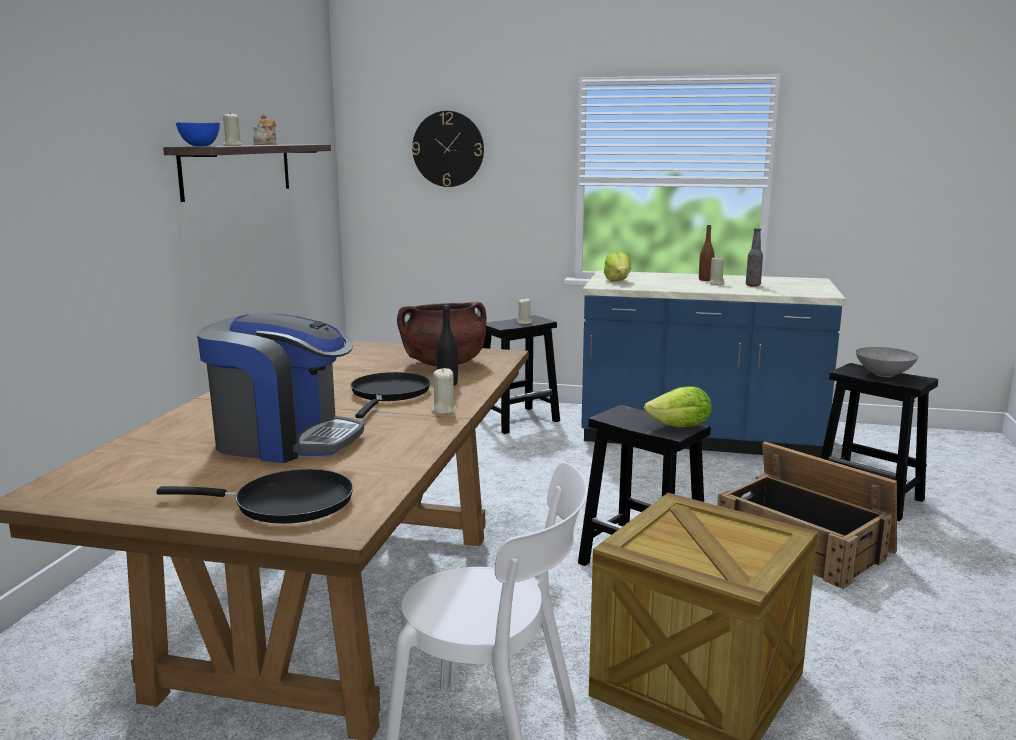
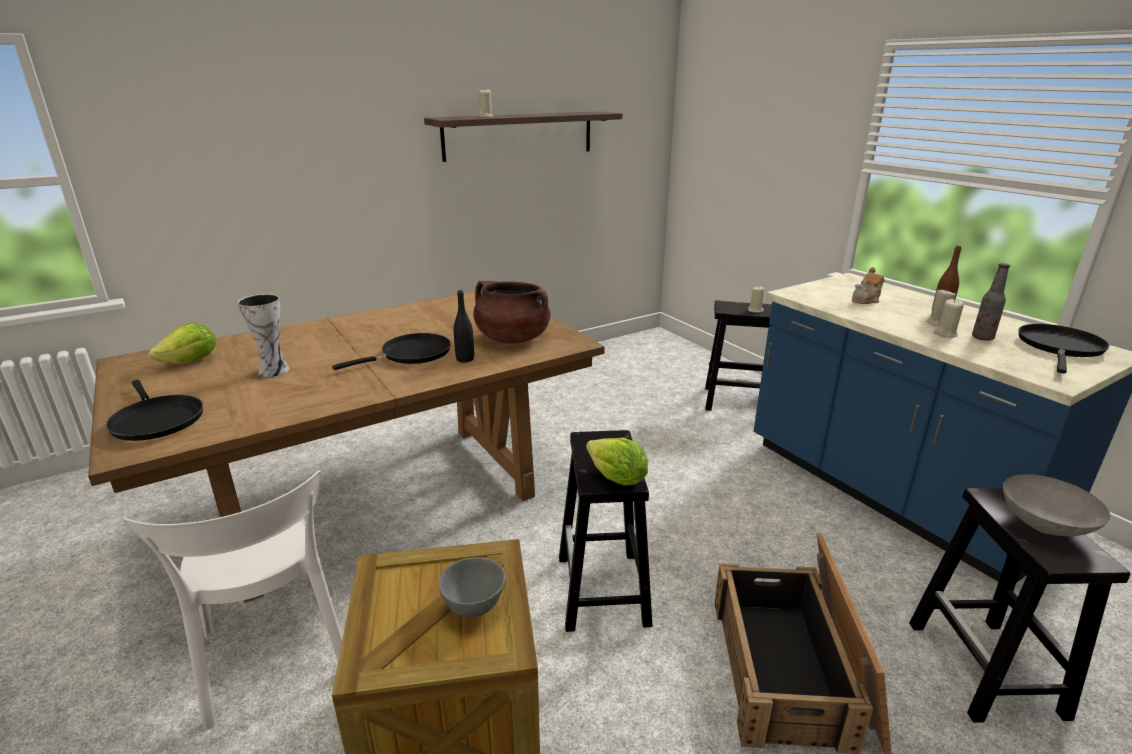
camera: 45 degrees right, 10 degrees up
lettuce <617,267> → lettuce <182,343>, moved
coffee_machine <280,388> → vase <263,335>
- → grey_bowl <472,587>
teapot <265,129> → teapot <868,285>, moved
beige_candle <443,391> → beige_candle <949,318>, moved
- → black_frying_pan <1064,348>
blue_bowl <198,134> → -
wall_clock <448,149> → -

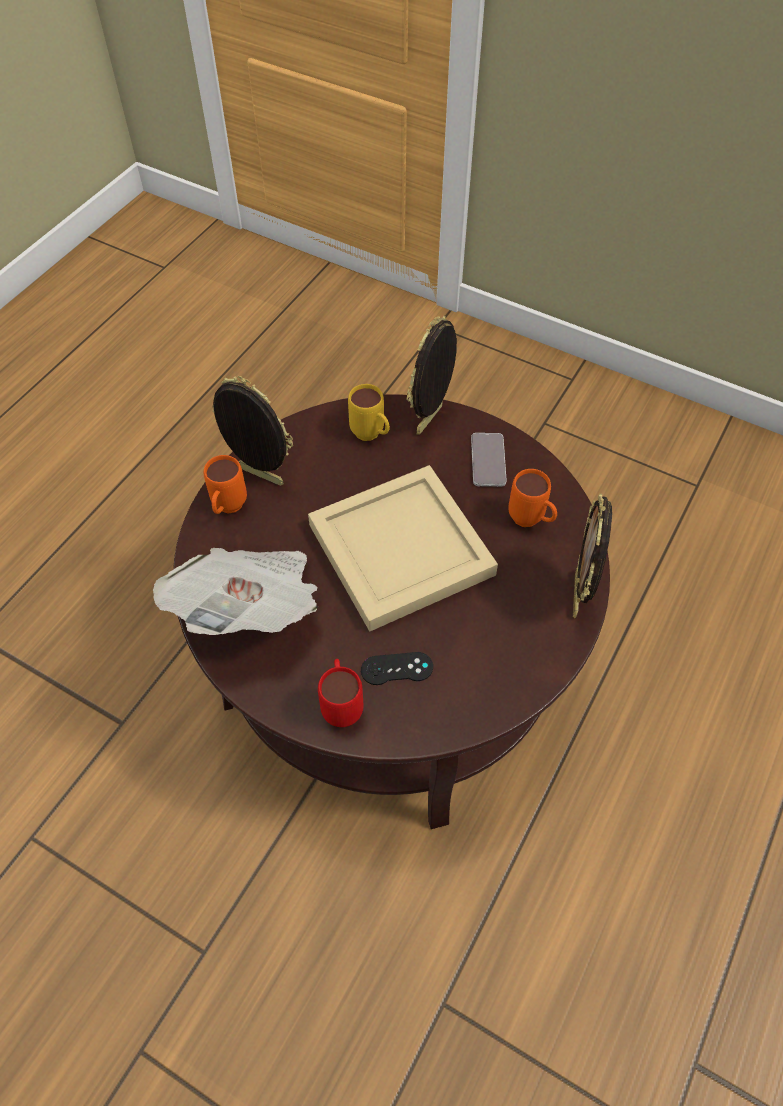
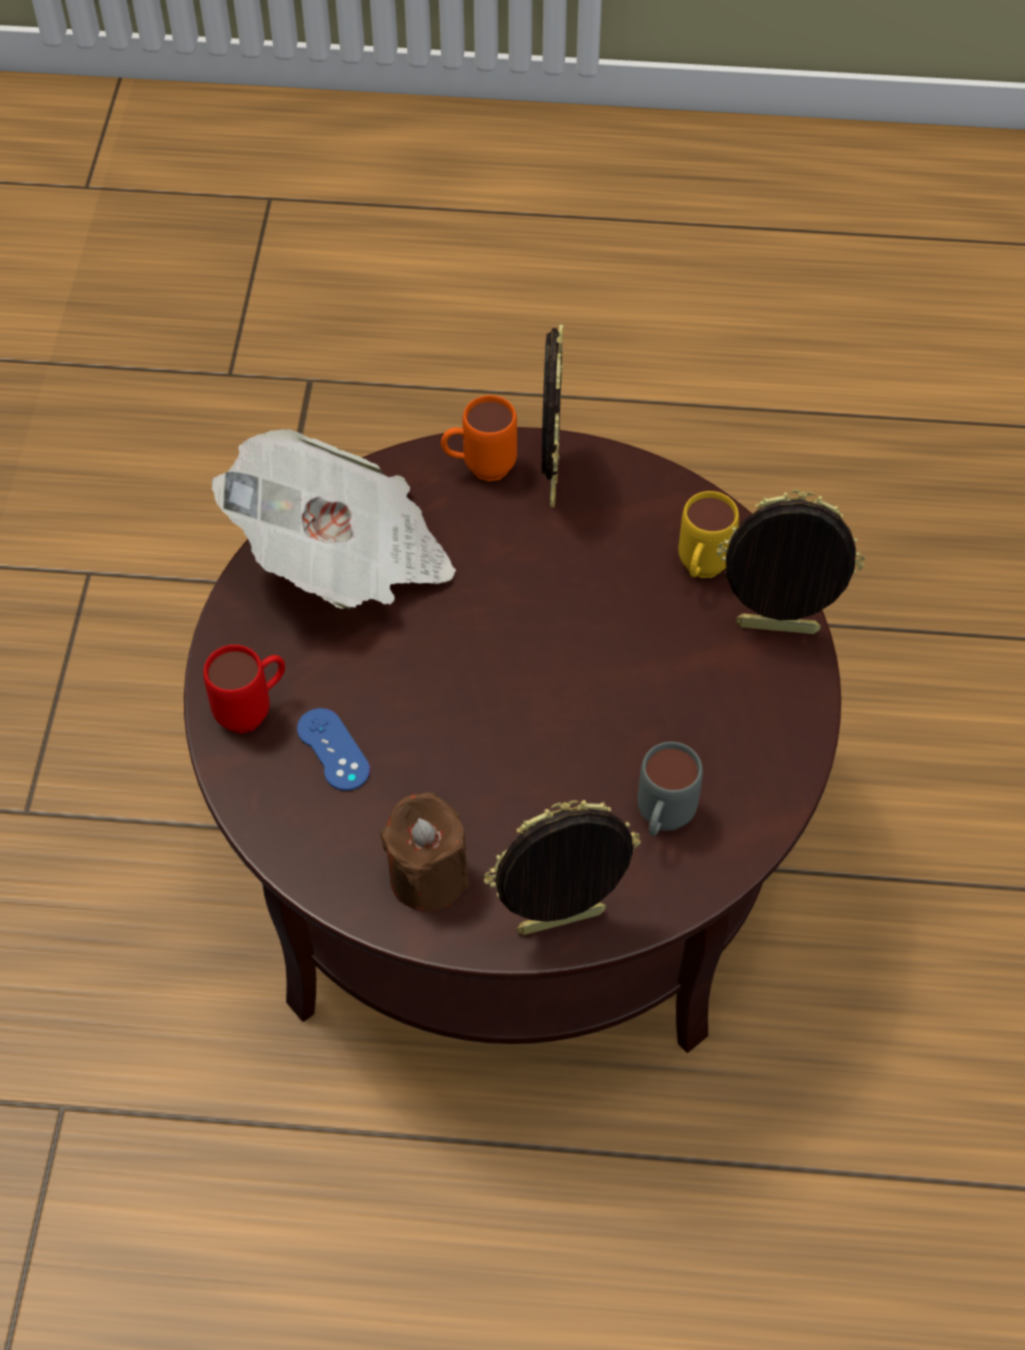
camera: 65 degrees right, 0 degrees up
black_game_controller <397,668> → blue_game_controller <333,749>
- → brown_candle <424,851>
orange_mug <532,498> → grey_mug <670,789>
beige_tray <403,548> → -
phone <489,460> → -

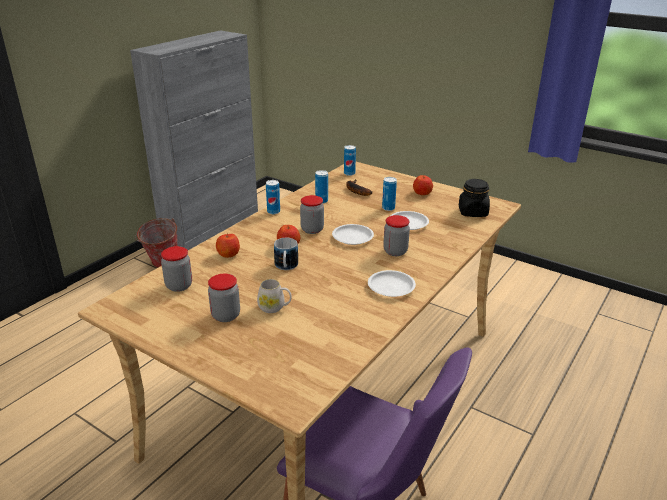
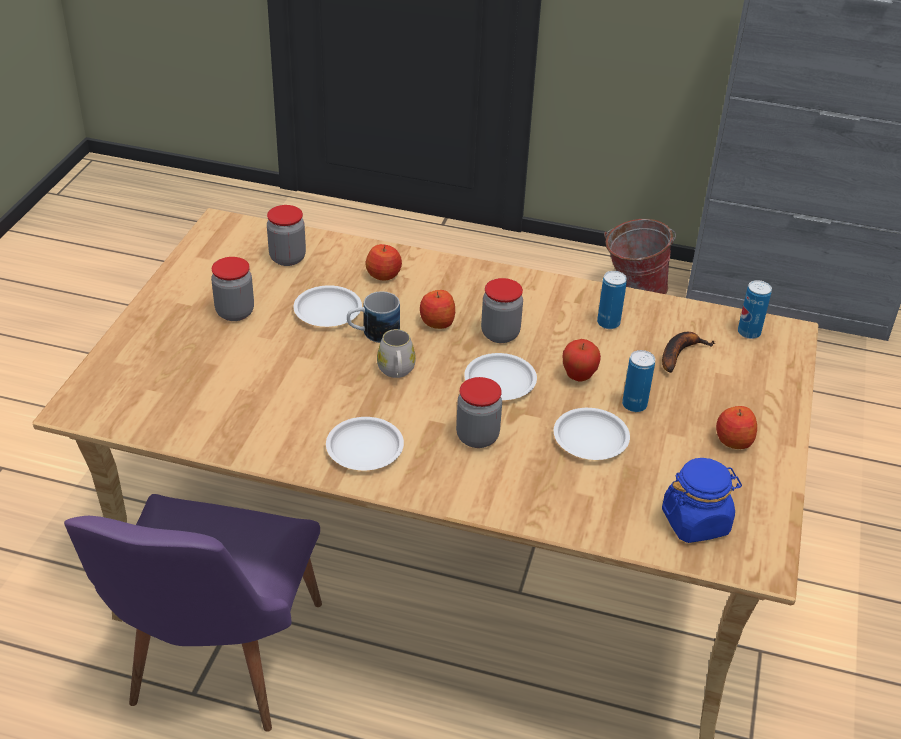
camera: 70 degrees right, 10 degrees up
- → white_plate <328,306>
white_mug <274,296> → white_mug <396,353>, moved
- → apple <582,360>
black_jar <474,198> → blue_jar <702,500>
can <273,197> → -

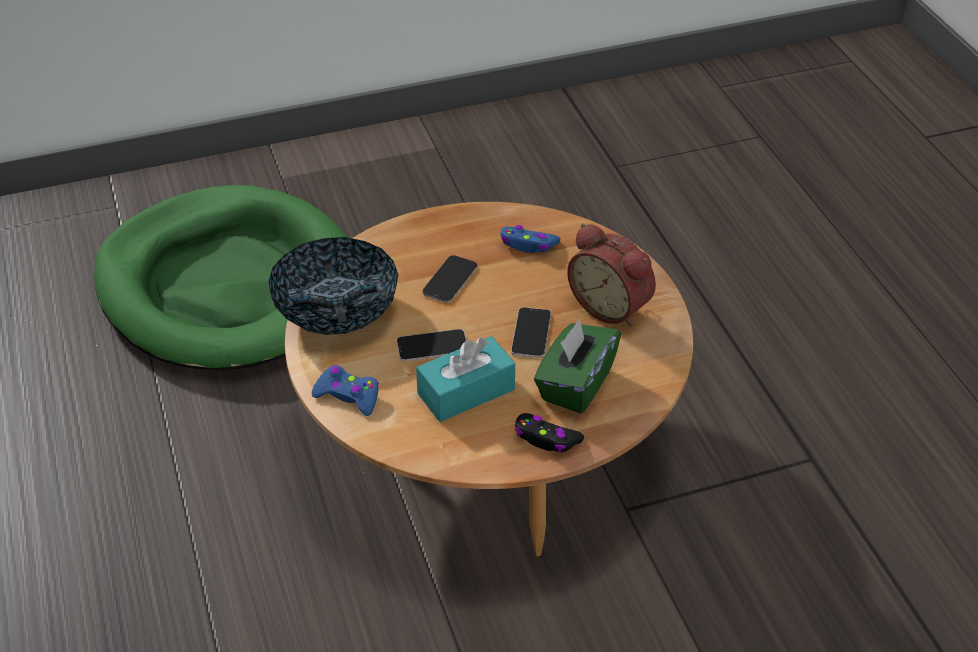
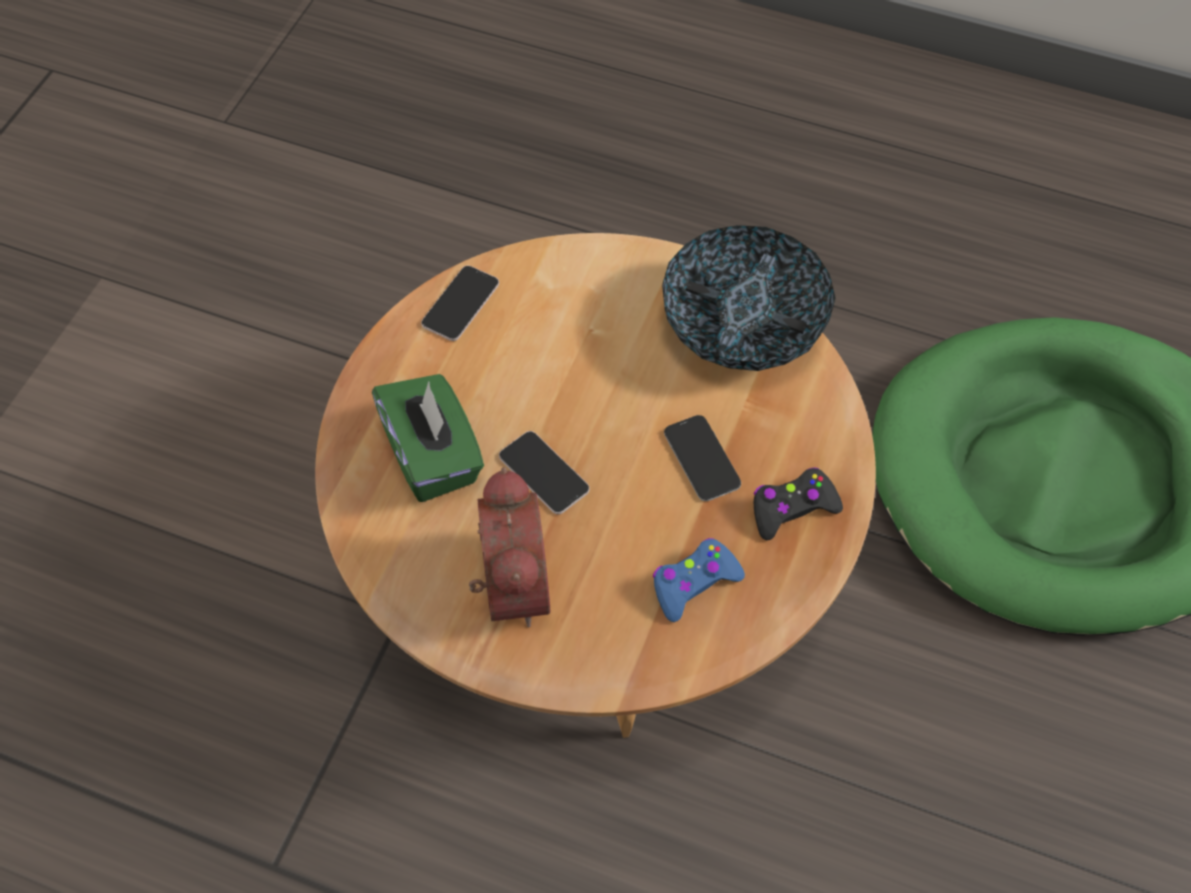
camera: 130 degrees right, 15 degrees up
phone <431,345> → phone <460,303>, moved
alarm_clock <611,275> → alarm_clock <509,547>, 90 degrees clockwise
black_game_controller <549,432> → black_game_controller <798,503>, moved
blue_game_controller <345,390> → -
turquoise_tissue_box <465,379> → -

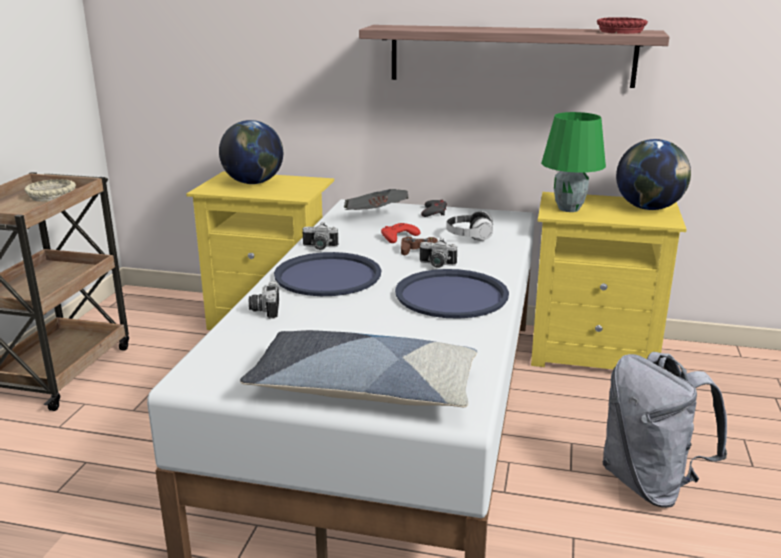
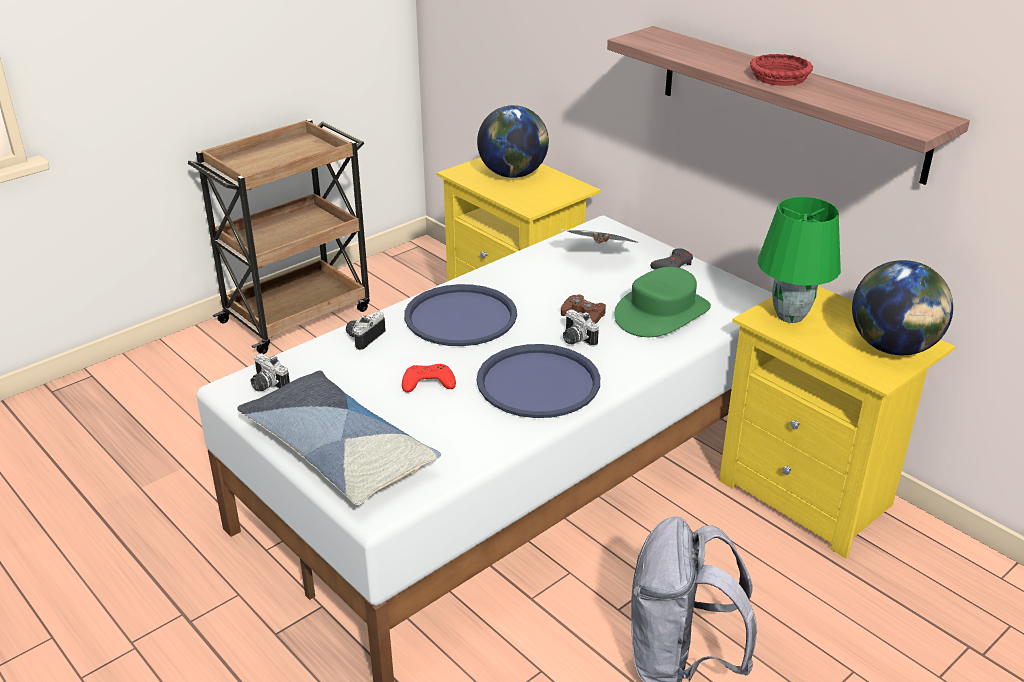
camera: 35 degrees right, 10 degrees up
photo_camera <320,236> → photo_camera <270,372>, moved
red_game_controller <400,233> → red_game_controller <429,378>, moved
headphones <470,226> → green_hat <662,302>
red_bowl <622,25> → red_bowl <781,70>, moved
beige_bowl <50,190> → -

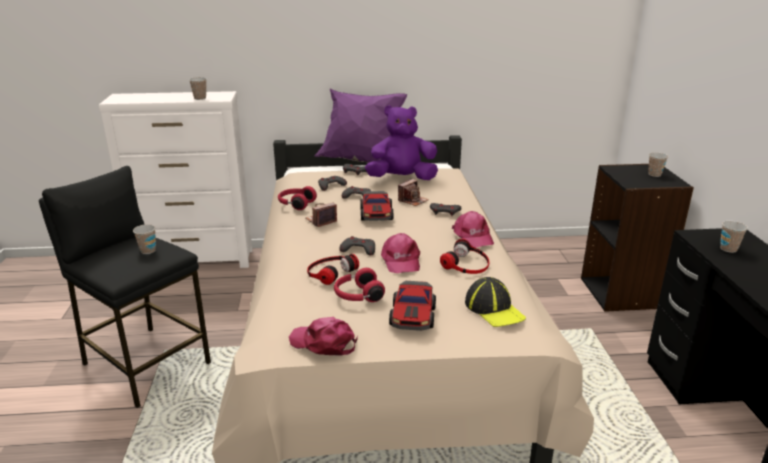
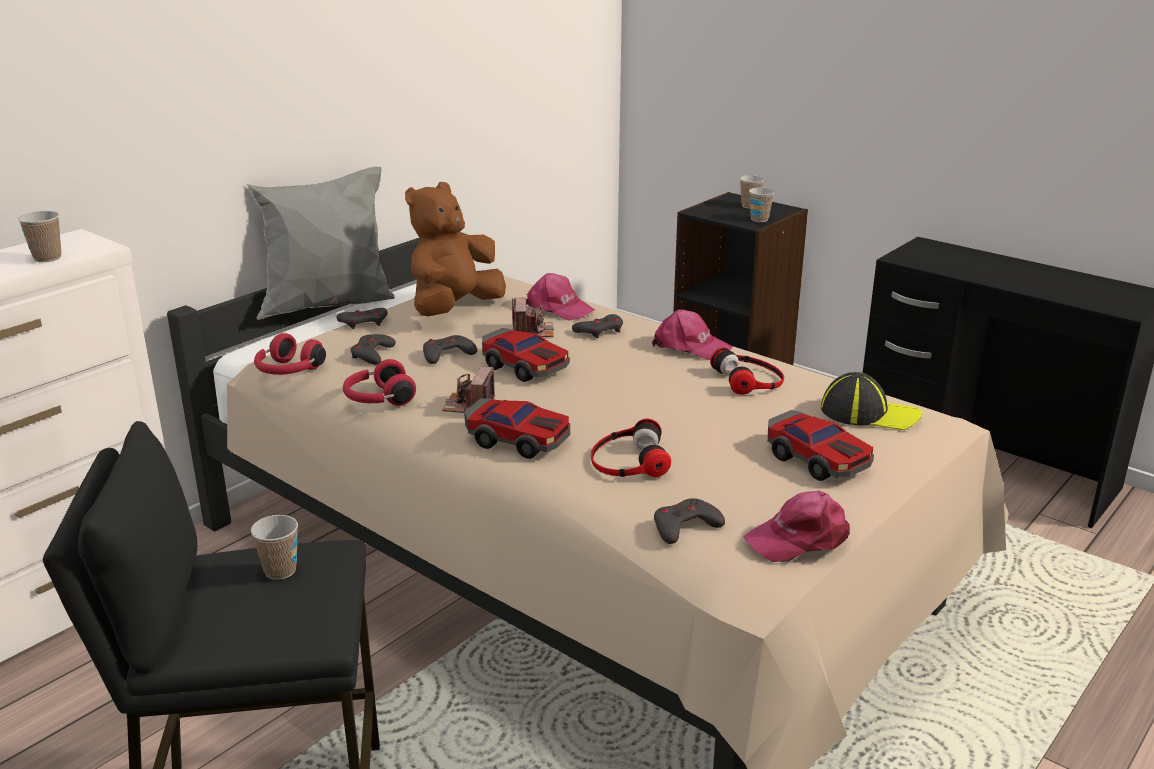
camera: 45 degrees left, 0 degrees up
purple_pillow <360,126> → grey_pillow <321,243>
red_headphones <359,285> → red_headphones <290,354>, moved
purple_plush_toy <401,142> → brown_plush_toy <455,249>
- → toy_car <517,428>
pink_cap <400,253> → pink_cap <560,297>, moved
grey_game_controller <357,245> → grey_game_controller <689,521>, moved
cup <734,237> → cup <762,205>, moved

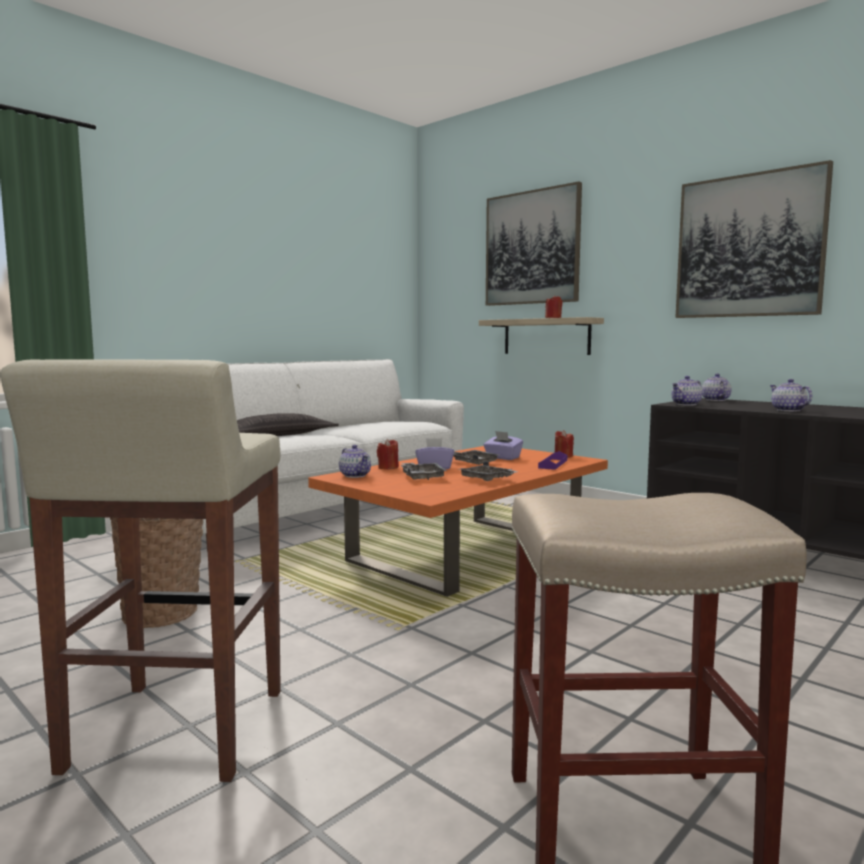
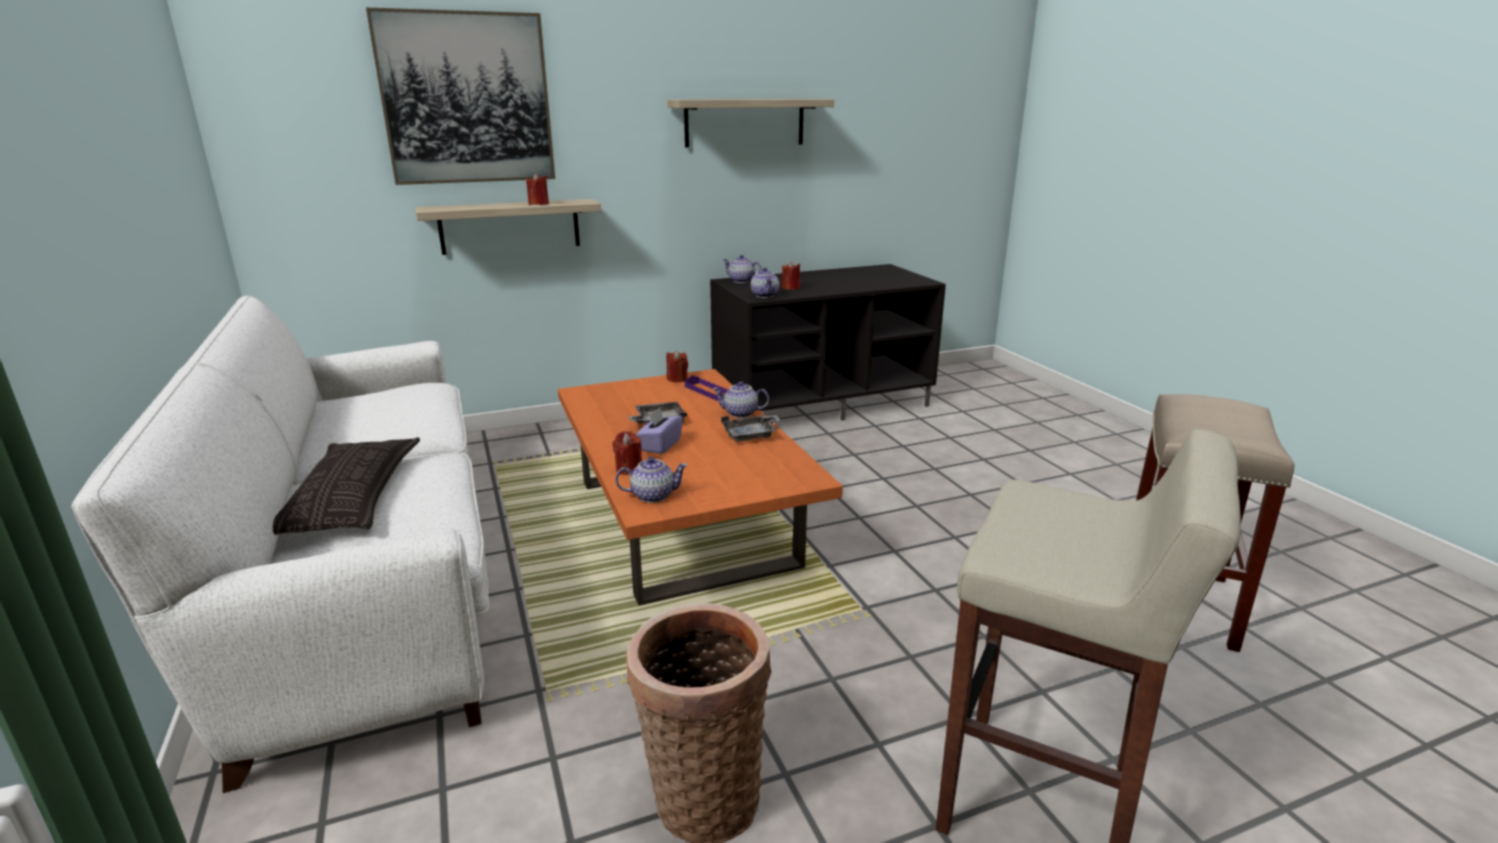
camera: 65 degrees left, 15 degrees up
picture <754,239> → shelf <750,123>
teapot <791,395> → teapot <741,399>, moved
- → red_candle <791,275>
grey_tray <424,471> → -
purple_tissue_box <503,445> → -

